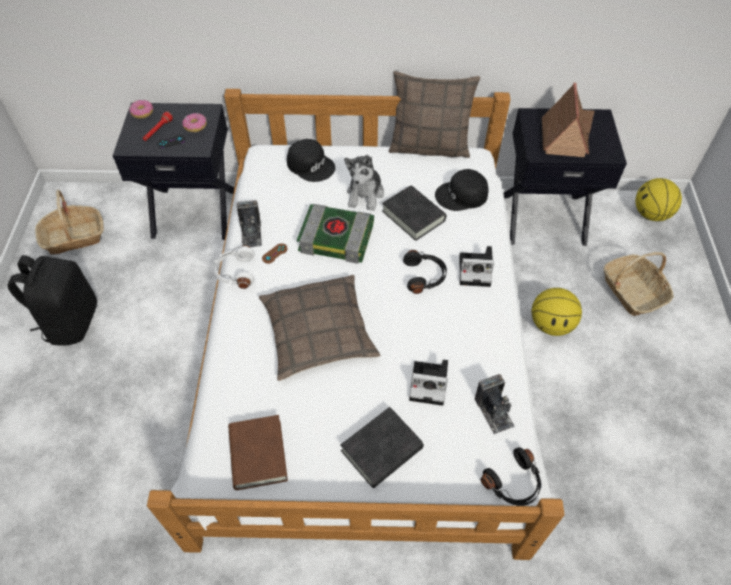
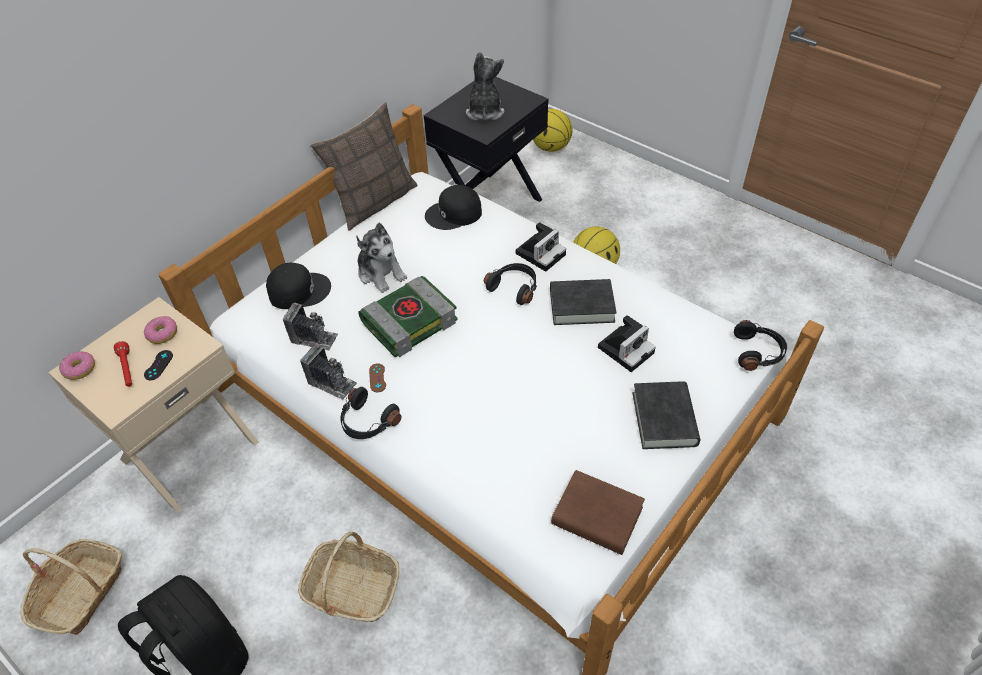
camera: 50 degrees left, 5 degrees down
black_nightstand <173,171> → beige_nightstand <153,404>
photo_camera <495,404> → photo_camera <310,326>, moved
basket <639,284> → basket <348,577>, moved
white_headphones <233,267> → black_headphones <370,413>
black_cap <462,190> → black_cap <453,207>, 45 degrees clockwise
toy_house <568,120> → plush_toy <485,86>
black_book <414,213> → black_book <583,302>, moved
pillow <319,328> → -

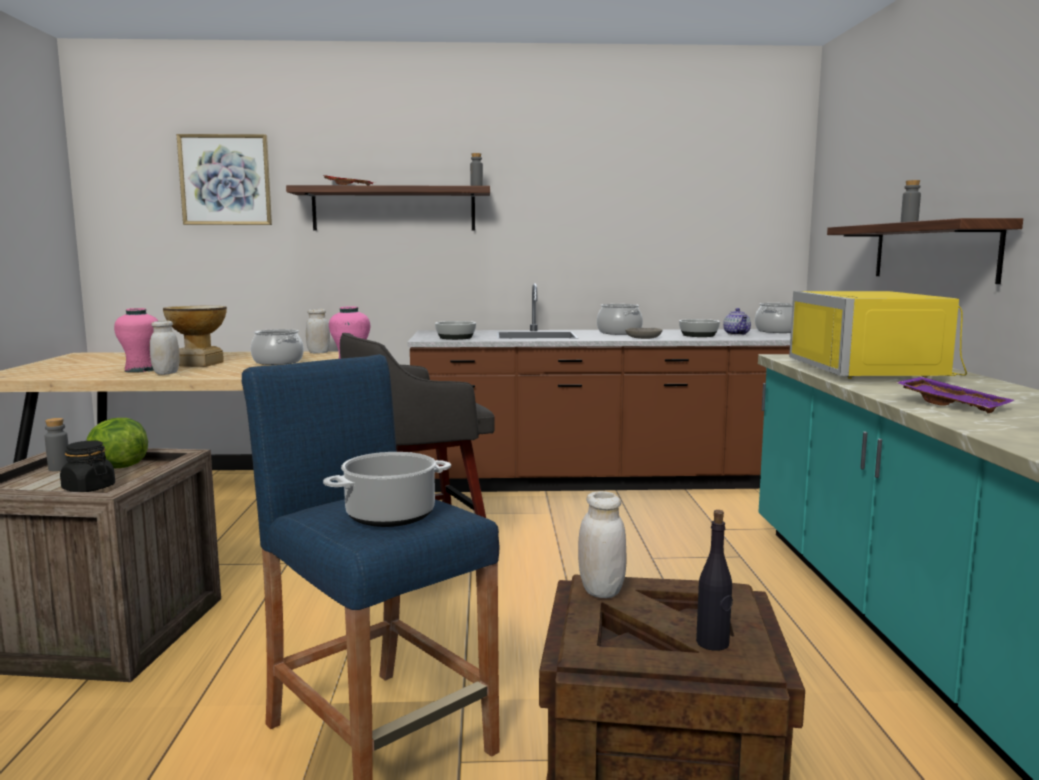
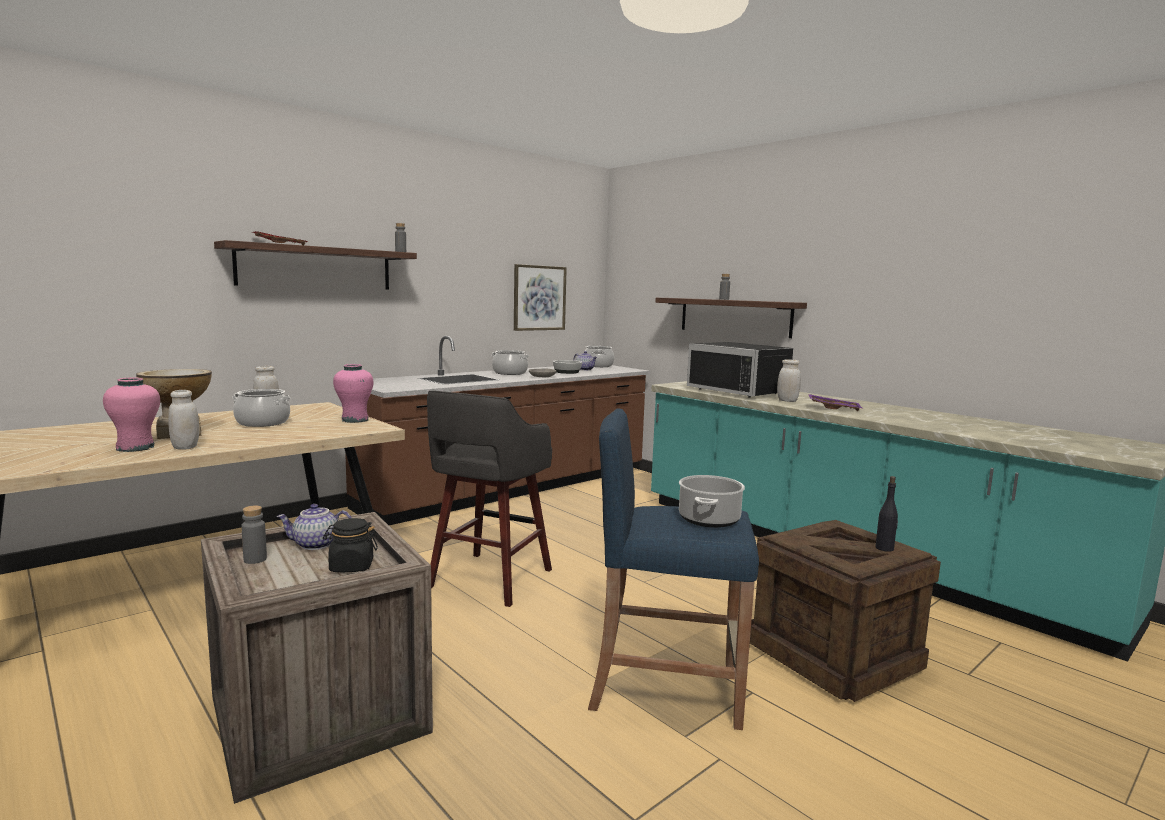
camera: 40 degrees left, 0 degrees up
lettuce <117,443> → teapot <314,527>
picture <224,179> → picture <540,297>, moved
yellow_microwave <878,335> → black_microwave <740,370>
white_jar <602,544> → white_jar <789,380>, moved
bowl <455,330> → -

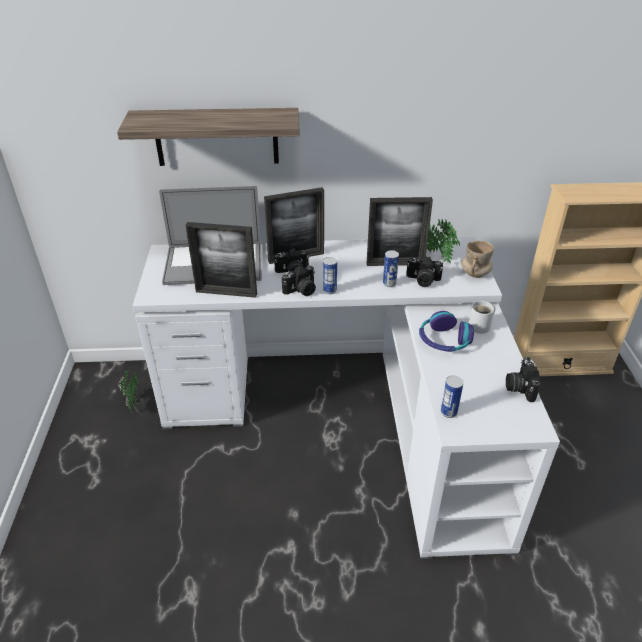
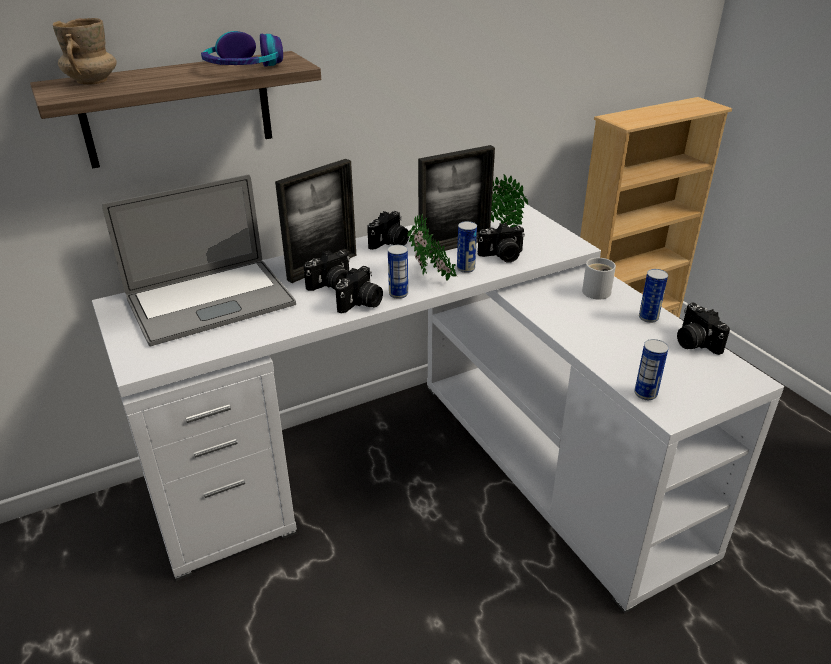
camera: 25 degrees left, 5 degrees down
beige_mug <477,259> → beige_mug <85,51>, moved
headphones <446,331> → headphones <242,49>, moved
- → photo_camera <388,230>
potted_plant <128,392> → potted_plant <432,247>, moved
- → can <653,296>
picture_frame <221,260> → -

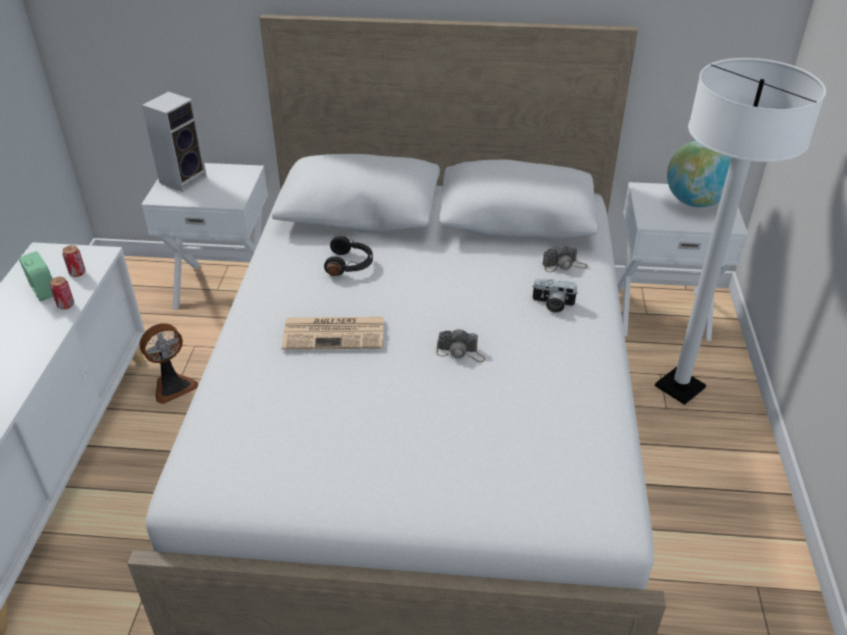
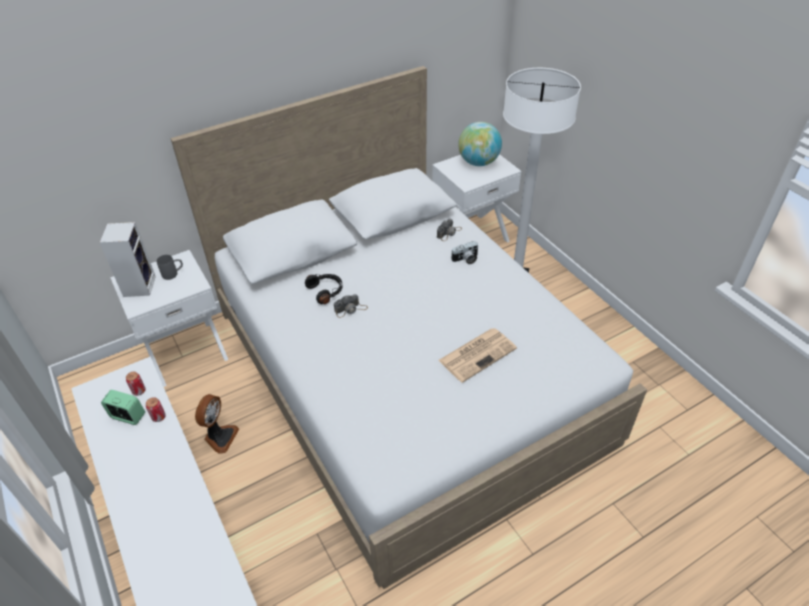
camera: 35 degrees left, 5 degrees up
- → grey_mug <170,267>
photo_camera <460,345> → photo_camera <351,306>, moved
newspaper <333,333> → newspaper <477,355>, moved

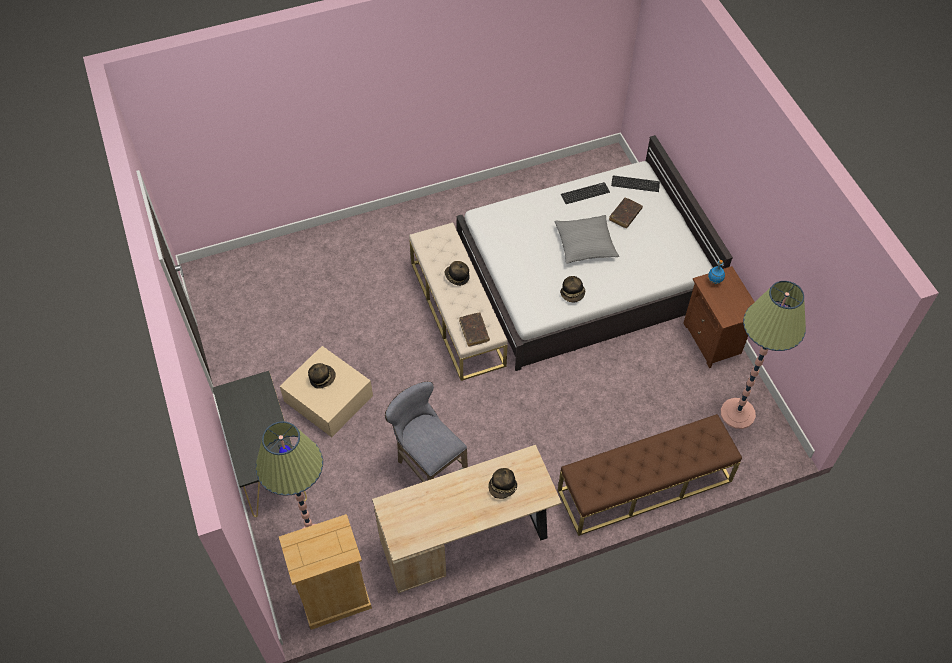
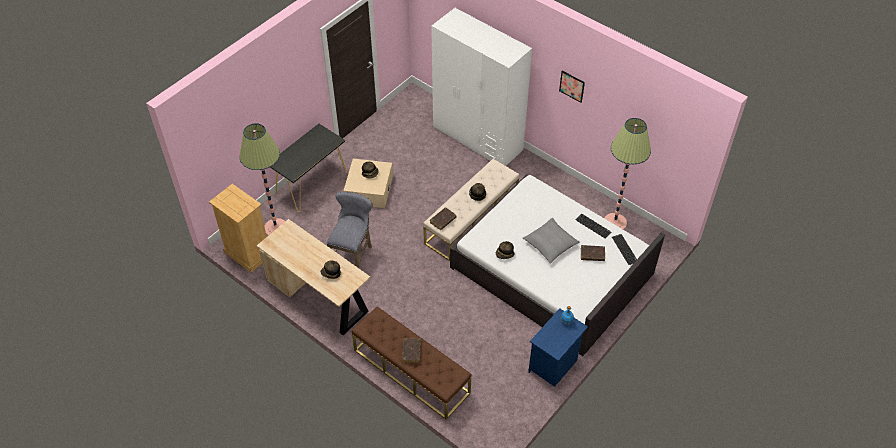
camera: 60 degrees right, 5 degrees down
- → brown_book <411,350>
- → white_wardrobe <481,87>
brown_nightstand <718,317> → blue_nightstand <558,347>
- → picture <572,87>
floor_lamp <763,355> → floor_lamp <627,174>, moved

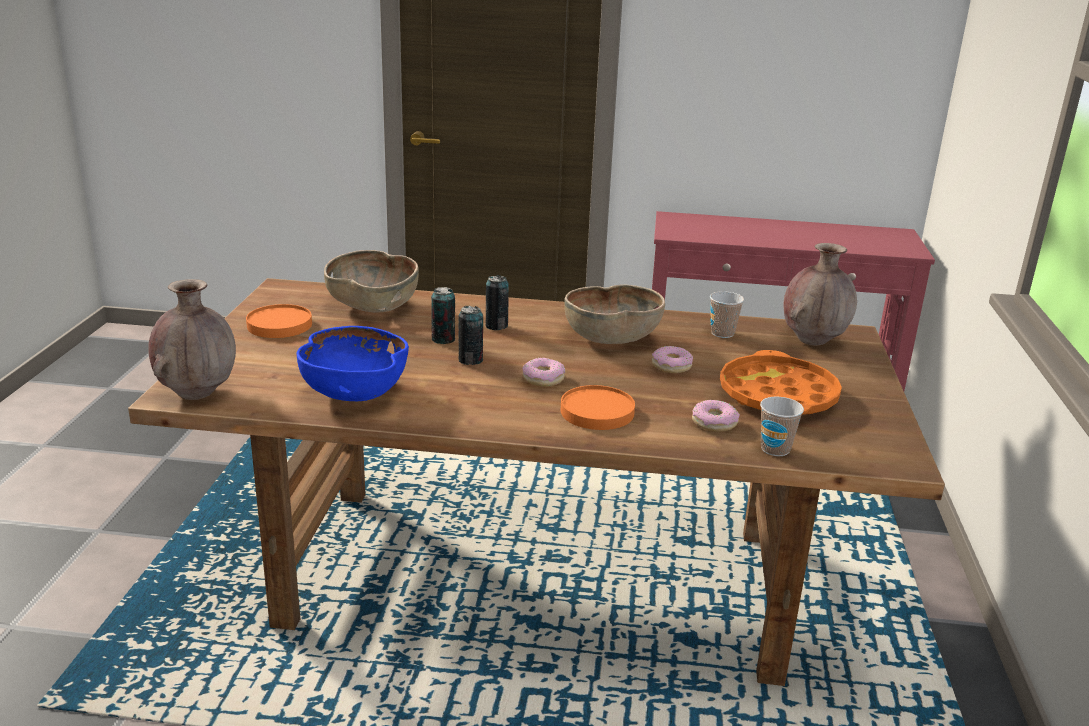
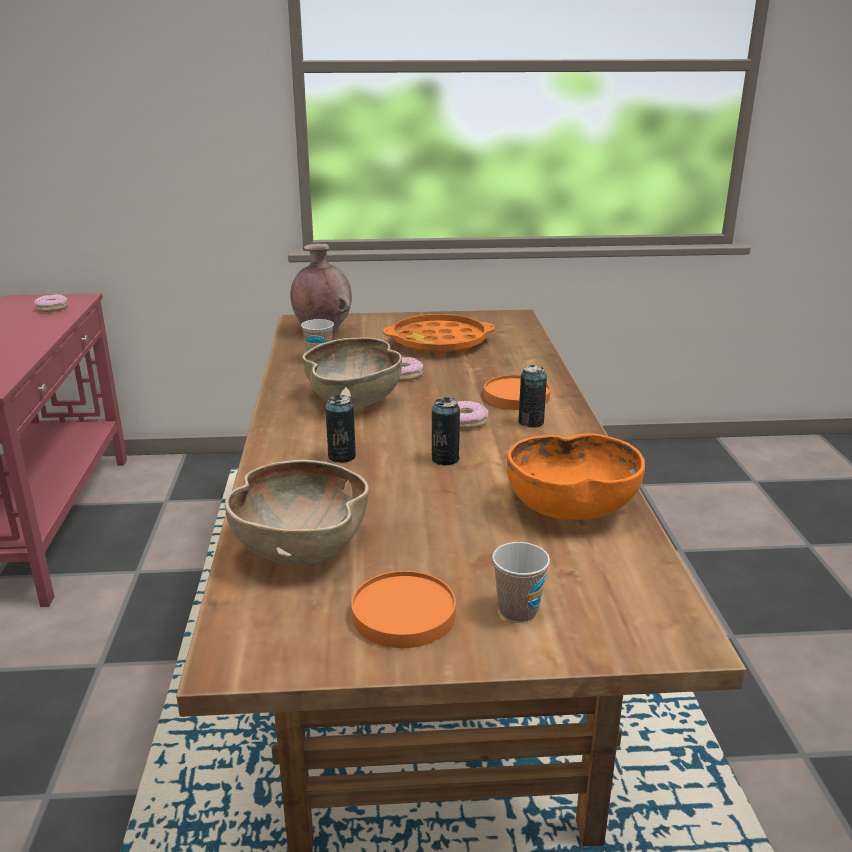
camera: 100 degrees left, 0 degrees up
donut <716,416> → donut <51,303>, moved
cup <782,426> → cup <521,582>, moved
blue_bowl <352,363> → orange_bowl <576,476>
can <443,315> → can <532,396>, moved
brown_vase <192,339> → -

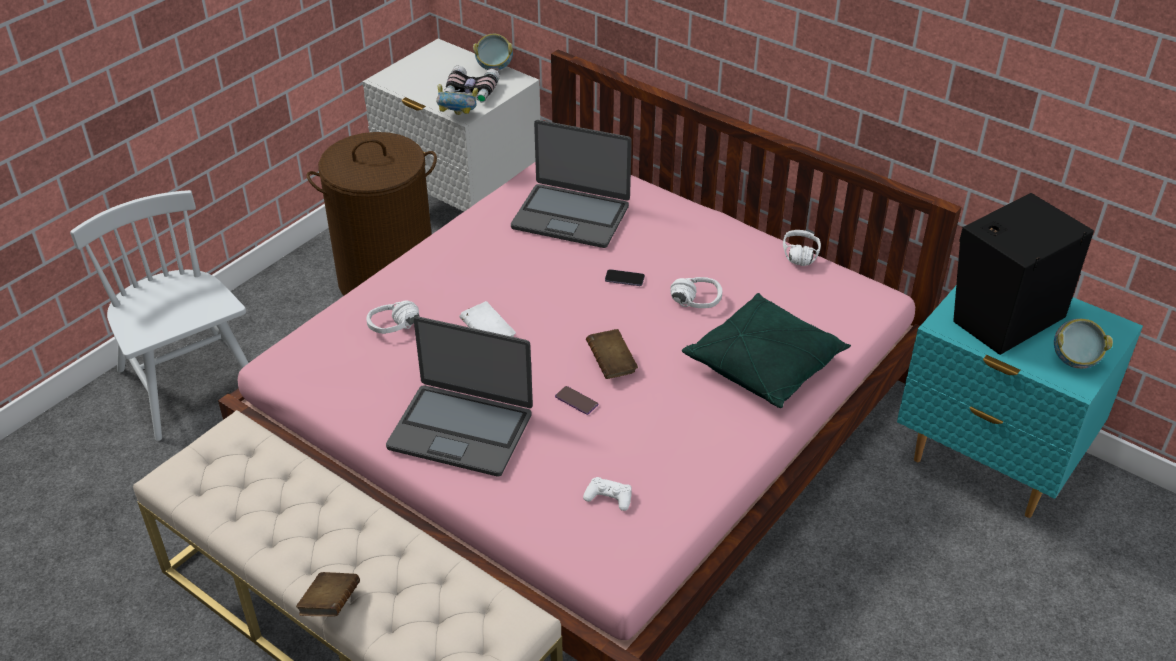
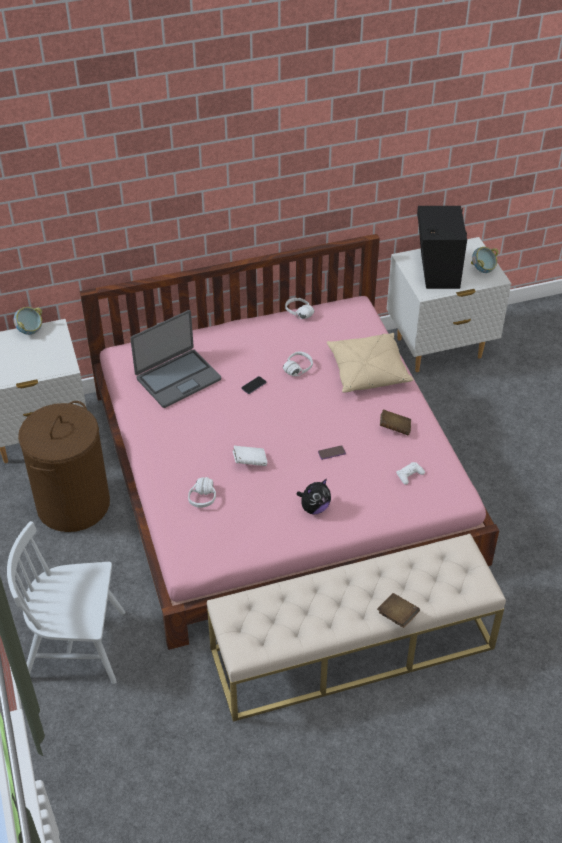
camera: 55 degrees left, 5 degrees up
laptop <459,396> → plush_toy <313,496>
green_pillow <766,350> → beige_pillow <370,363>
brown_book <612,354> → brown_book <395,422>, moved
turquoise_nightstand <1020,402> → white_nightstand <449,304>
bowl <457,99> → -
binoculars <472,84> → -

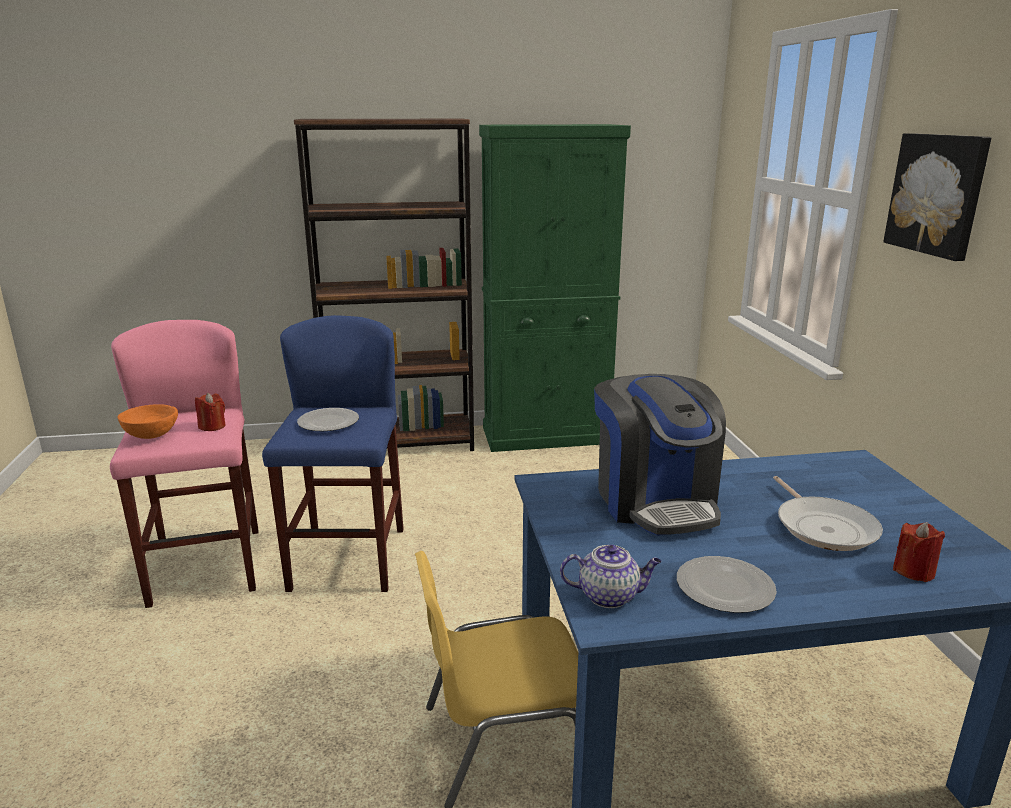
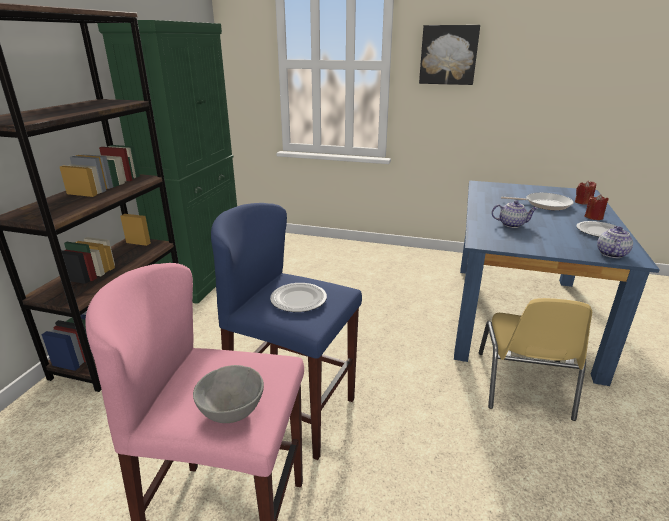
camera: 65 degrees left, 5 degrees up
orange_bowl <148,421> → grey_bowl <228,394>
coffee_machine <660,455> → teapot <515,214>
red_candle <210,412> → red_candle <596,207>, moved

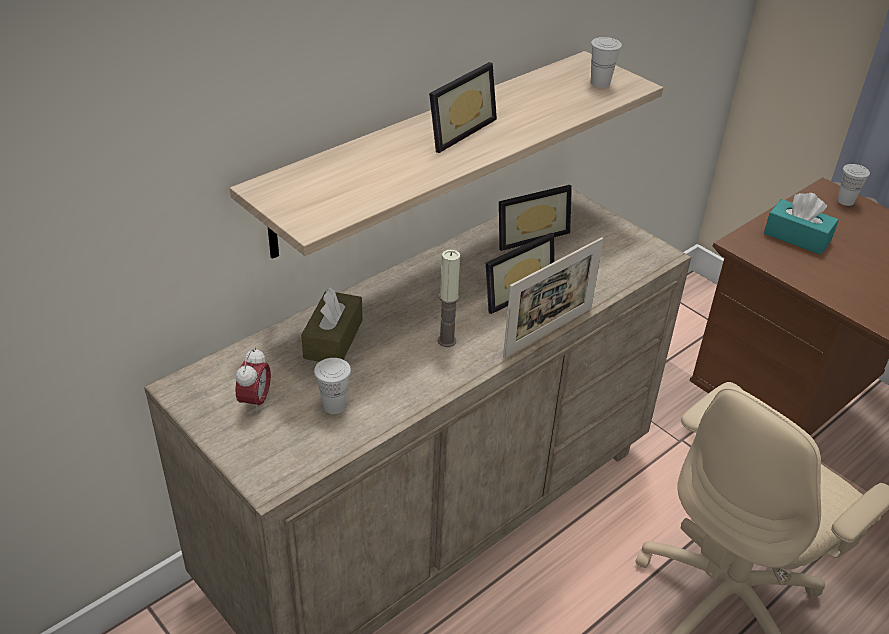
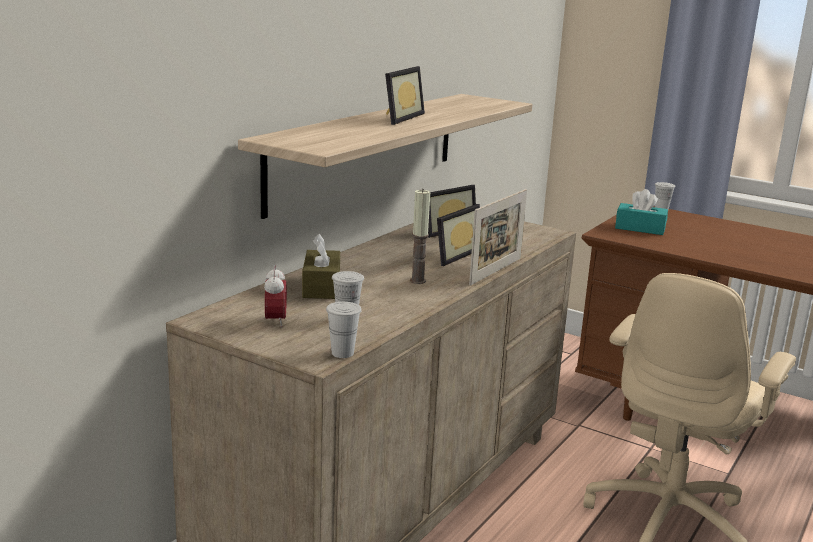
camera: 15 degrees left, 20 degrees down
white_cup <606,62> → white_cup <344,330>, moved

